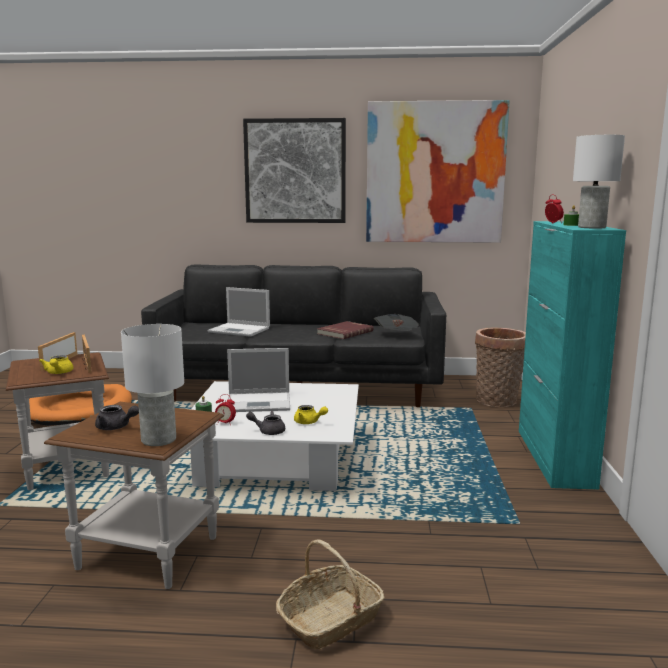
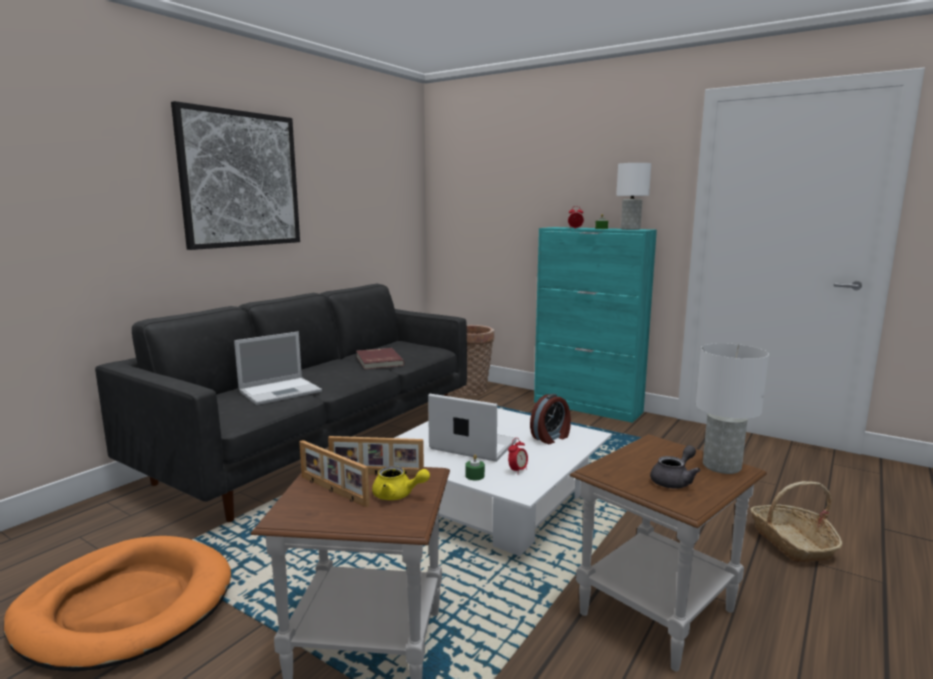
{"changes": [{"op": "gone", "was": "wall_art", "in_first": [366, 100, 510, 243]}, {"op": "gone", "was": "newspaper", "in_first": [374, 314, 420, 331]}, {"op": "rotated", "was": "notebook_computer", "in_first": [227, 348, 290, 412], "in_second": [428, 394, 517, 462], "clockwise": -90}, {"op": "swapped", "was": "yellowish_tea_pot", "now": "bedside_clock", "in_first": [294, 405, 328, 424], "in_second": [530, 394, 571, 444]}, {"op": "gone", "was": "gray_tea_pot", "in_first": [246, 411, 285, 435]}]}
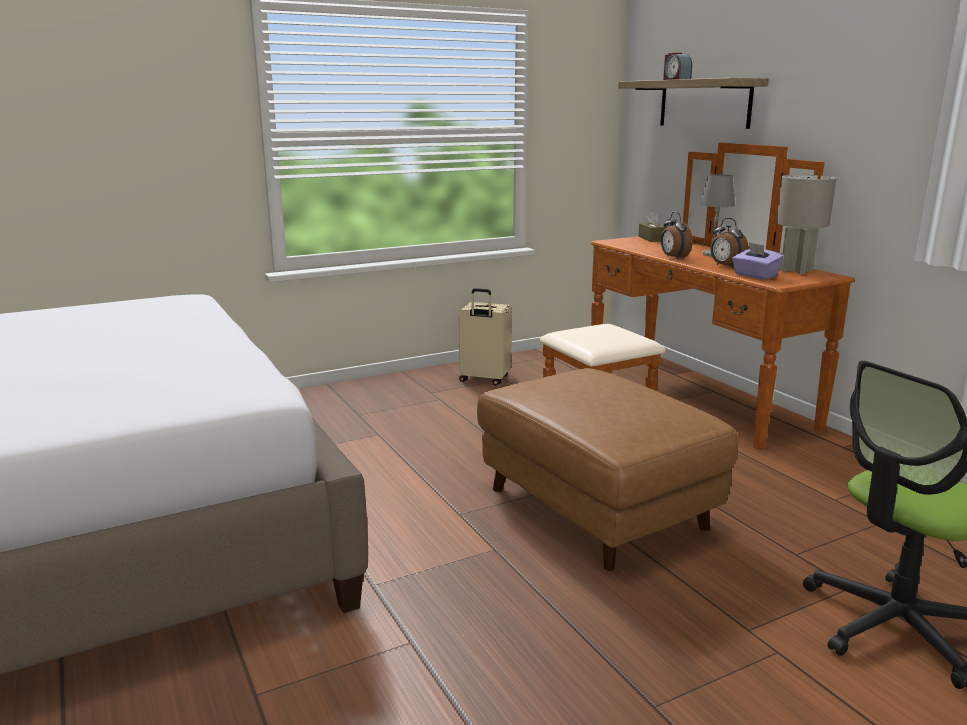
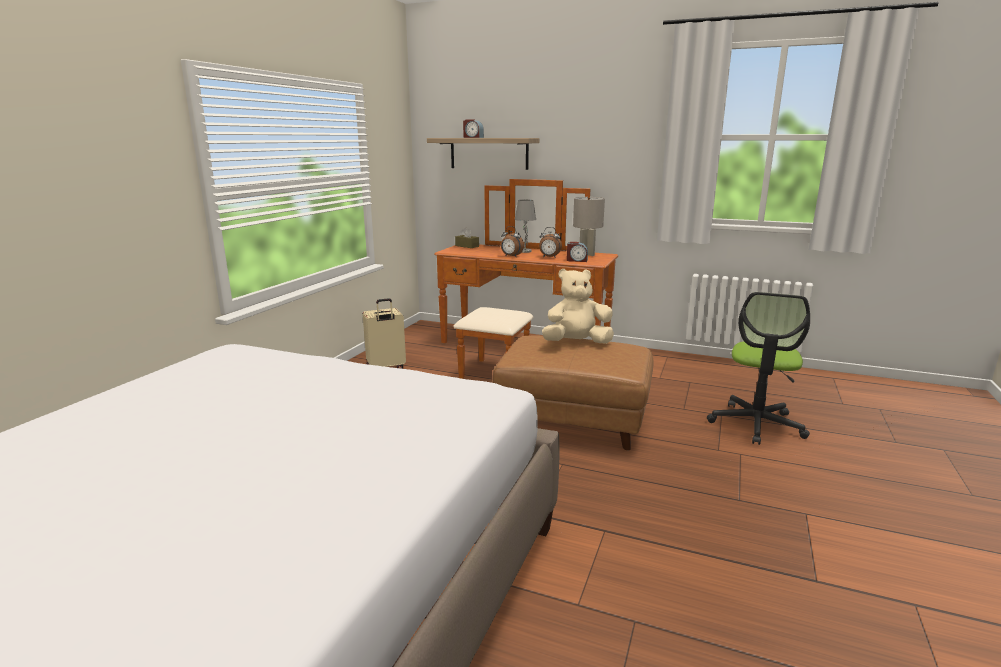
{"changes": [{"op": "swapped", "was": "purple-coloured_tissue_box", "now": "bedside_clock", "in_first": [732, 243, 784, 280], "in_second": [567, 242, 588, 262]}, {"op": "new", "now": "sand-coloured_soft_toy", "in_second": [542, 269, 614, 344]}]}
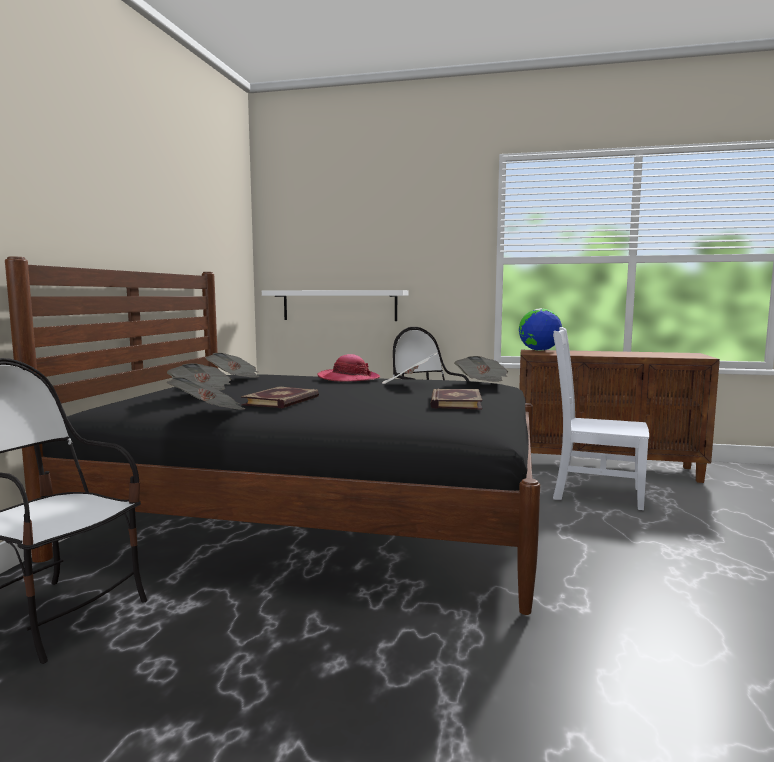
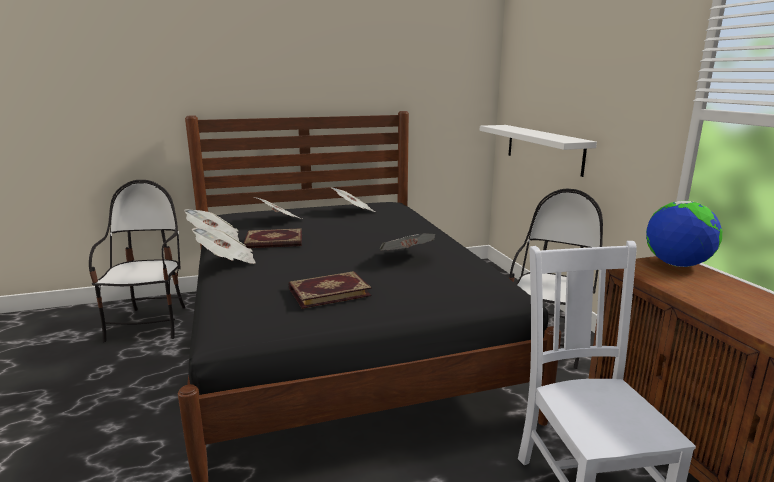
{"changes": [{"op": "gone", "was": "hat", "in_first": [317, 354, 380, 382]}, {"op": "shifted", "was": "newspaper", "in_first": [454, 356, 509, 382], "in_second": [192, 228, 256, 264]}]}
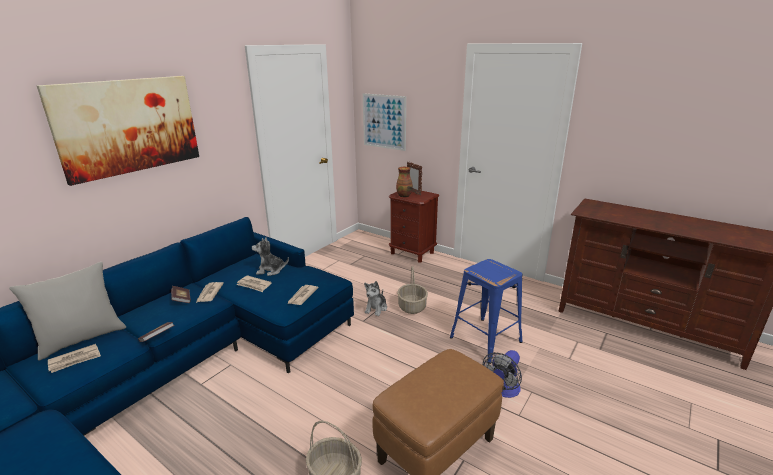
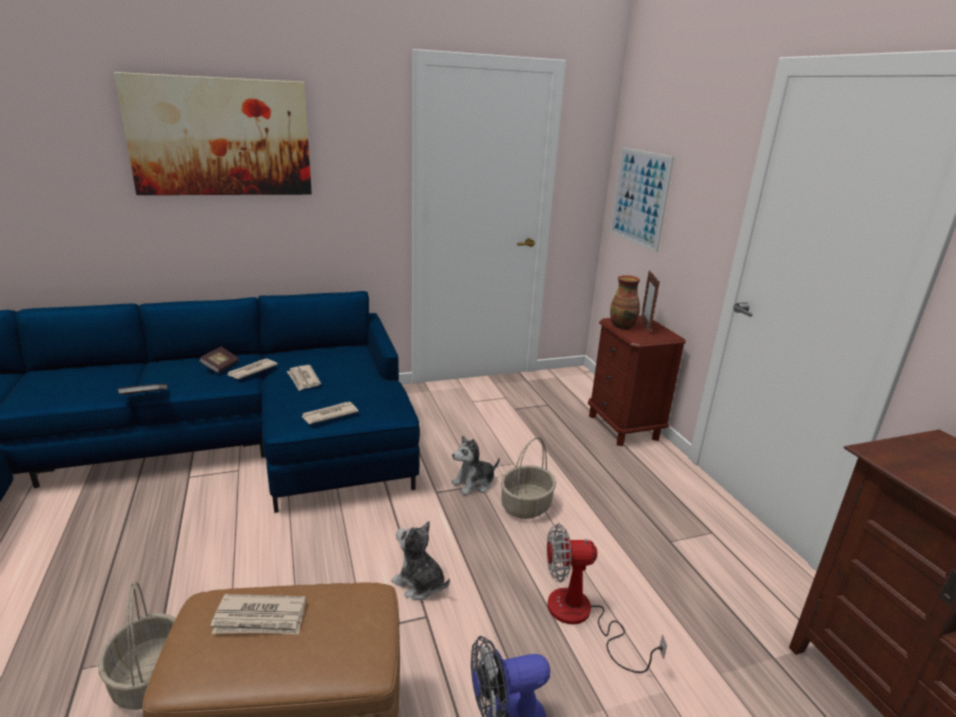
{"changes": [{"op": "shifted", "was": "soft_toy", "in_first": [252, 237, 289, 276], "in_second": [391, 521, 450, 600]}, {"op": "swapped", "was": "blue_stool", "now": "cooling_fan", "in_first": [450, 259, 522, 364], "in_second": [547, 523, 667, 673]}, {"op": "gone", "was": "gray_cushion", "in_first": [9, 262, 126, 360]}, {"op": "shifted", "was": "newspaper", "in_first": [48, 344, 101, 373], "in_second": [210, 594, 306, 634]}]}
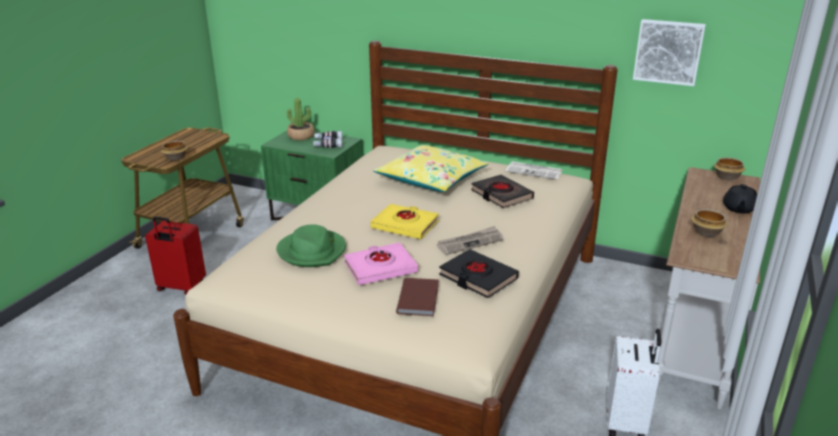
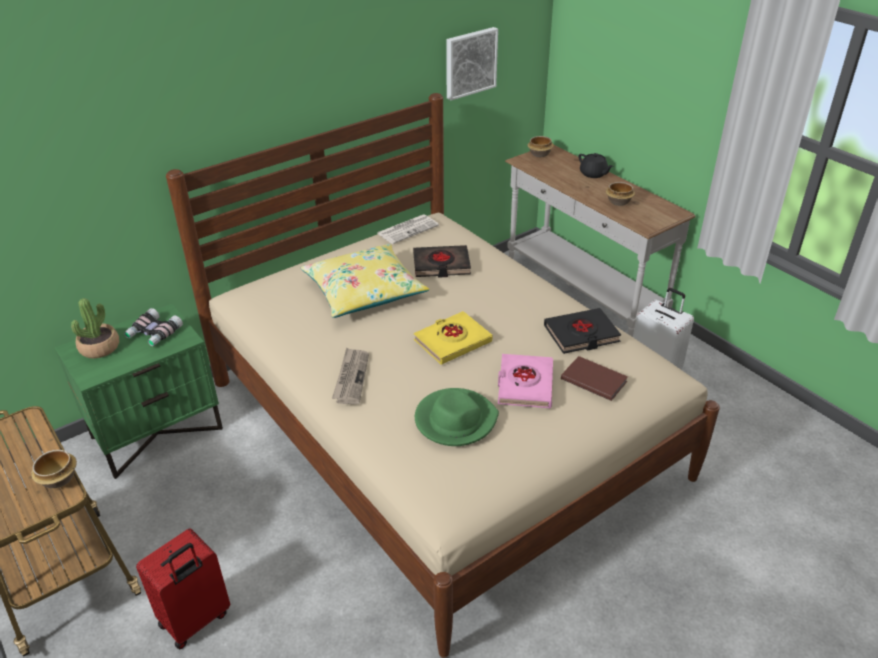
{"changes": [{"op": "shifted", "was": "newspaper", "in_first": [437, 226, 504, 255], "in_second": [332, 347, 369, 404]}]}
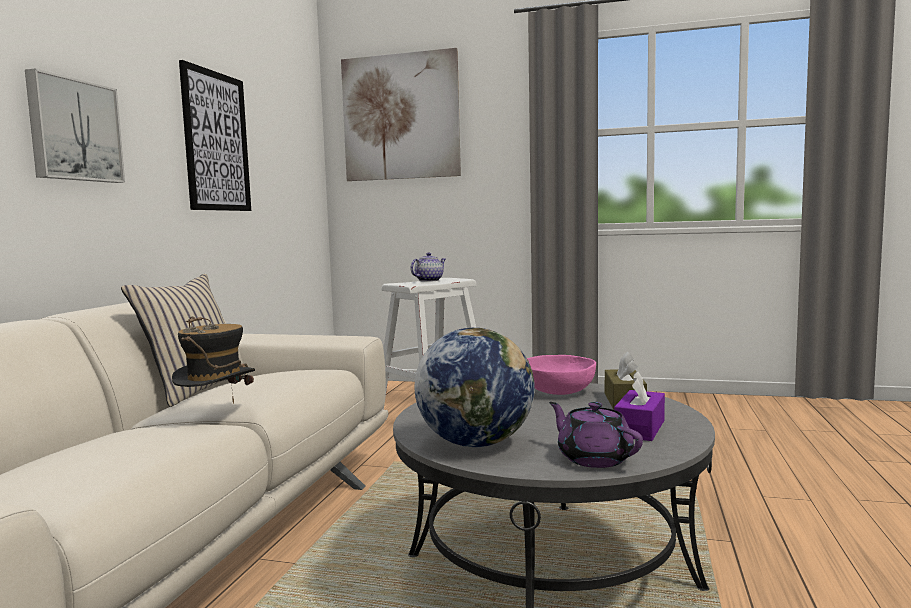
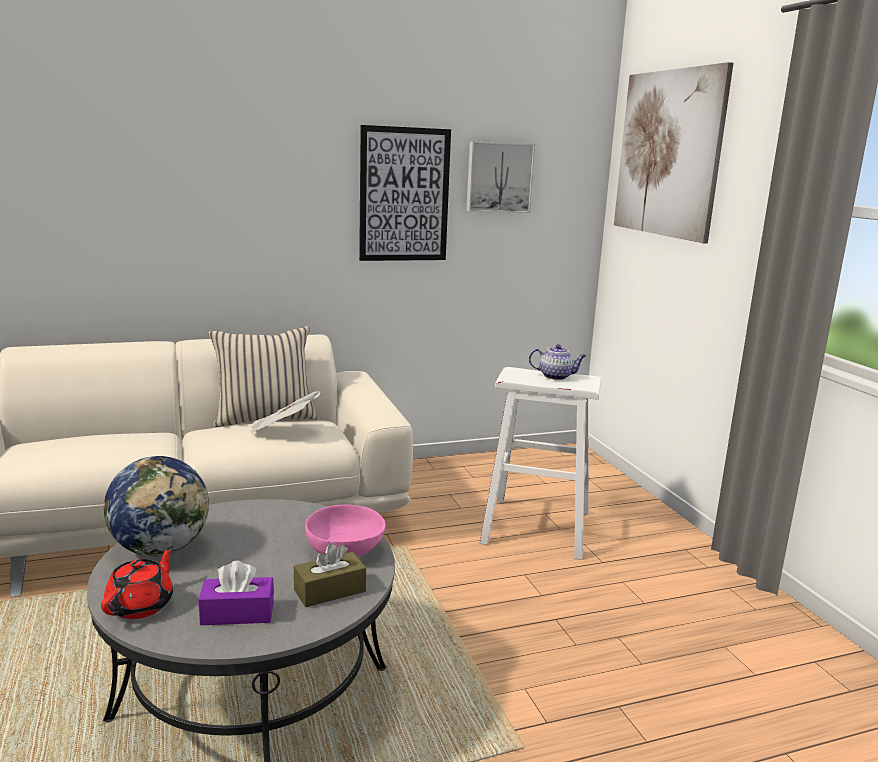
{"changes": [{"op": "shifted", "was": "wall_art", "in_first": [25, 68, 125, 183], "in_second": [466, 141, 535, 213]}, {"op": "gone", "was": "hat", "in_first": [172, 316, 255, 404]}, {"op": "repainted", "was": "purple-coloured_tea_pot", "now": "red_tea_pot", "in_first": [549, 402, 643, 468], "in_second": [101, 546, 174, 619]}, {"op": "new", "now": "newspaper", "in_second": [250, 391, 320, 434]}]}
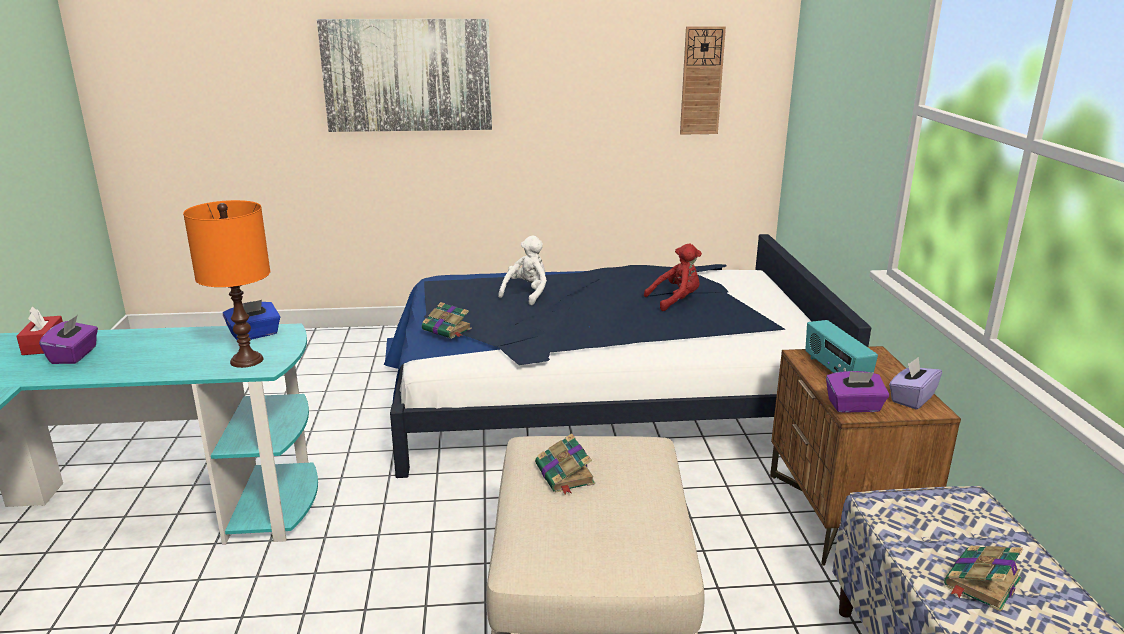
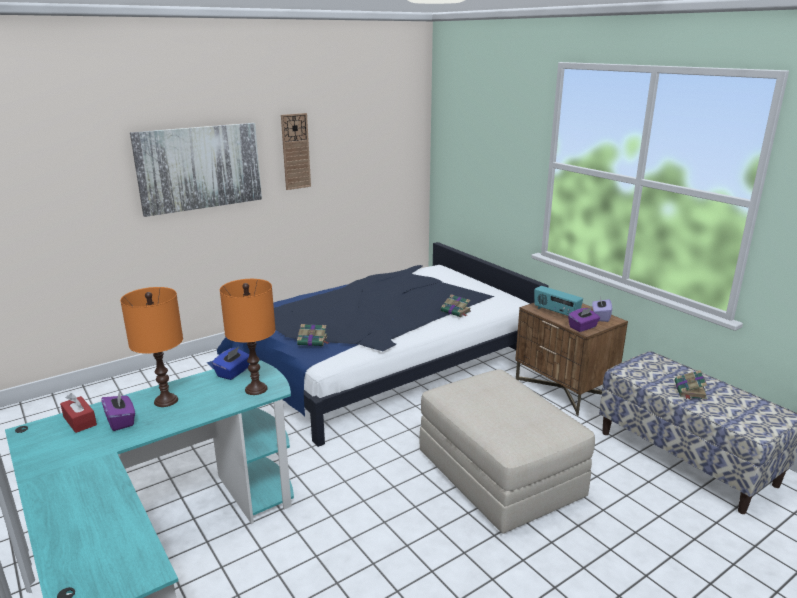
{"changes": [{"op": "shifted", "was": "hanging_clock", "in_first": [680, 26, 726, 135], "in_second": [281, 113, 311, 190]}, {"op": "gone", "was": "white-coloured_soft_toy", "in_first": [498, 235, 547, 306]}, {"op": "gone", "was": "red_soft_toy", "in_first": [644, 244, 702, 311]}, {"op": "shifted", "was": "book", "in_first": [535, 434, 595, 494], "in_second": [441, 294, 471, 317]}, {"op": "new", "now": "orange-coloured_table_lamp", "in_second": [120, 287, 183, 407]}]}
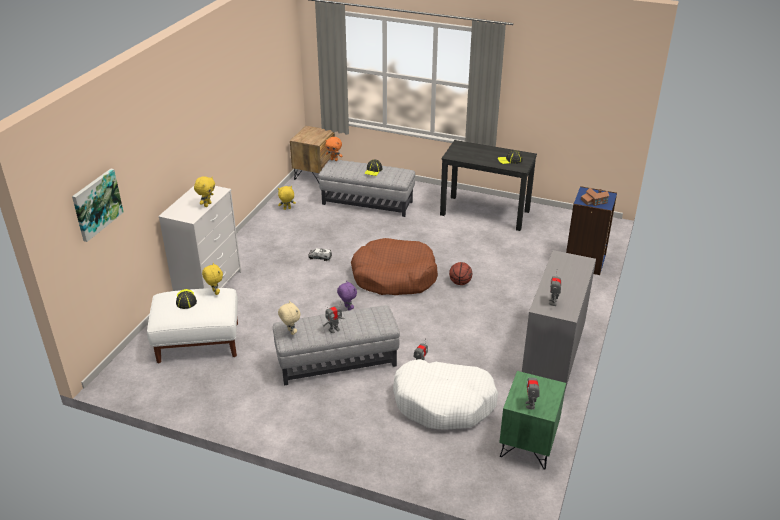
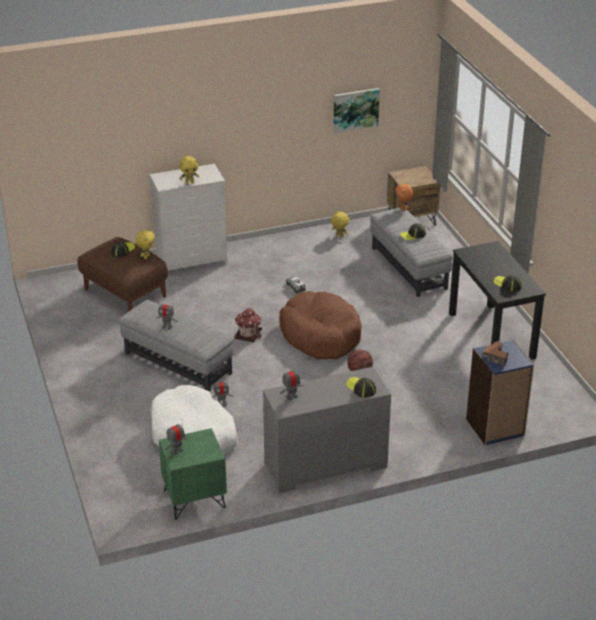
{"changes": [{"op": "shifted", "was": "wall_art", "in_first": [72, 169, 124, 242], "in_second": [333, 88, 380, 133]}, {"op": "swapped", "was": "purple-coloured_soft_toy", "now": "miniature_house", "in_first": [337, 280, 357, 311], "in_second": [235, 308, 262, 342]}, {"op": "repainted", "was": "white-coloured_footrest", "now": "brown-coloured_footrest", "in_first": [147, 288, 238, 363], "in_second": [78, 237, 168, 312]}, {"op": "gone", "was": "sand-coloured_soft_toy", "in_first": [278, 301, 301, 335]}, {"op": "new", "now": "cap", "in_second": [346, 377, 376, 398]}]}
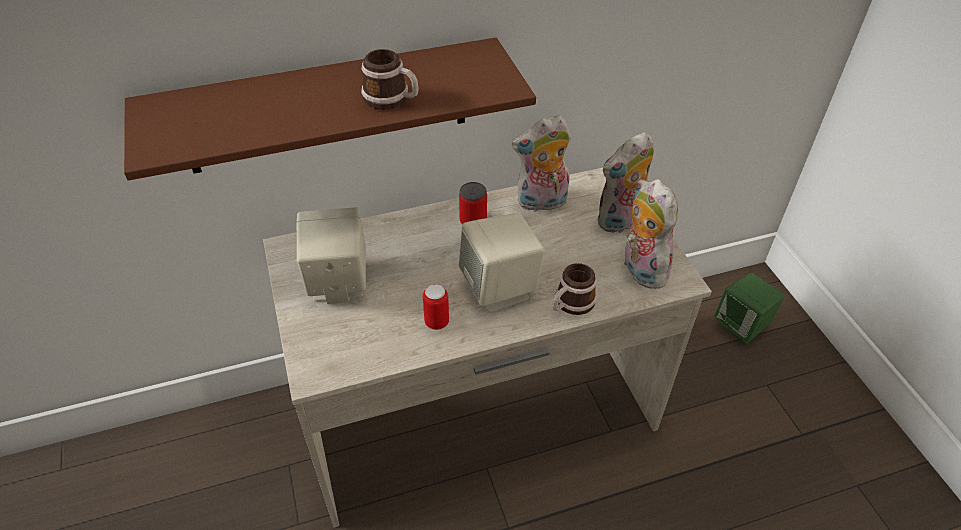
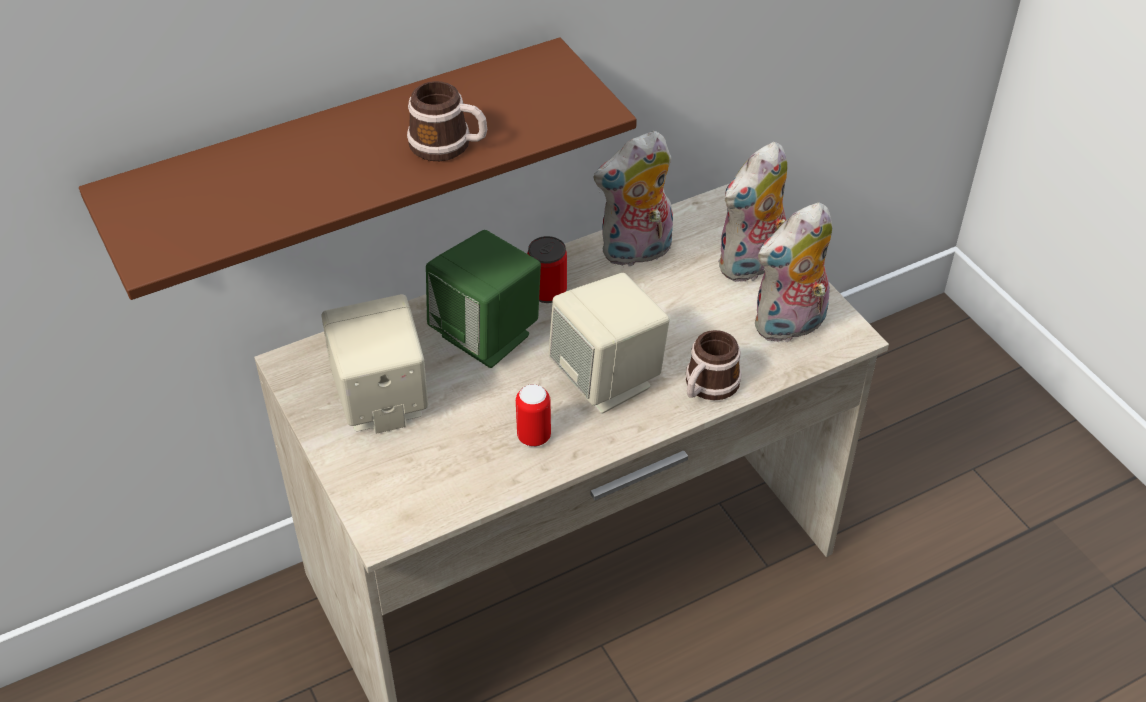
{"changes": [{"op": "rotated", "was": "soft_toy", "in_first": [624, 179, 678, 289], "in_second": [755, 202, 833, 342], "clockwise": -90}, {"op": "shifted", "was": "green_audio_speaker", "in_first": [715, 273, 785, 344], "in_second": [426, 230, 541, 368]}]}
